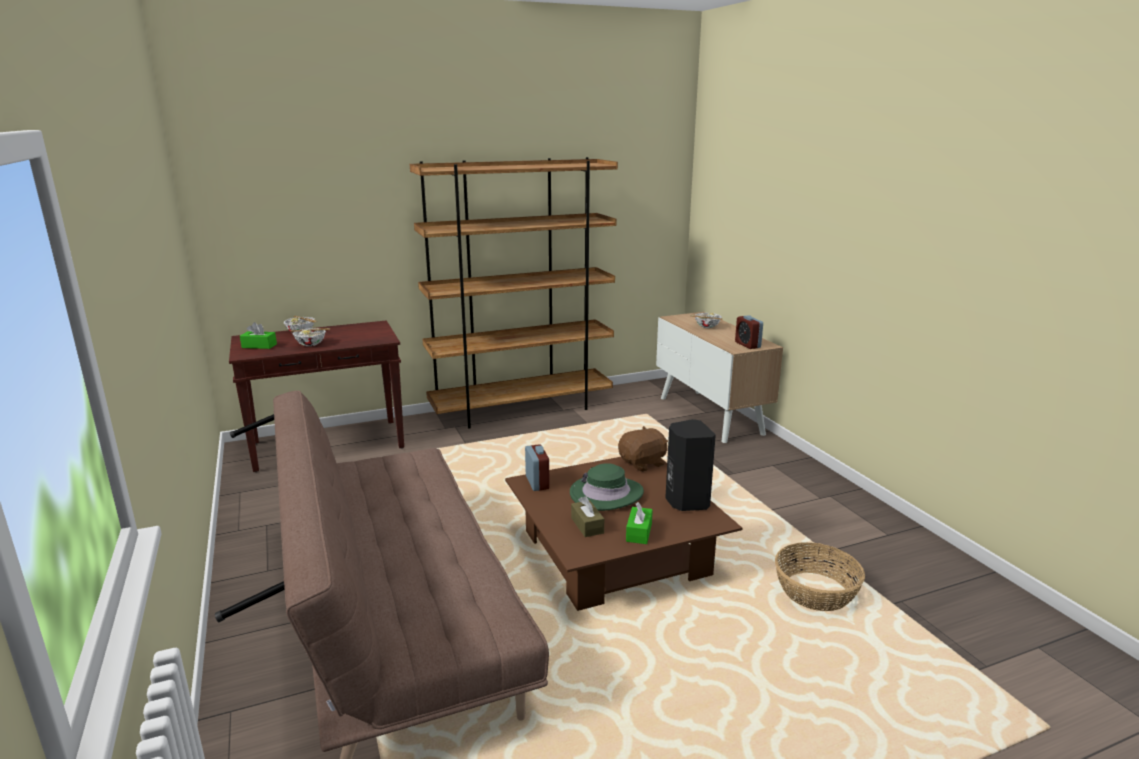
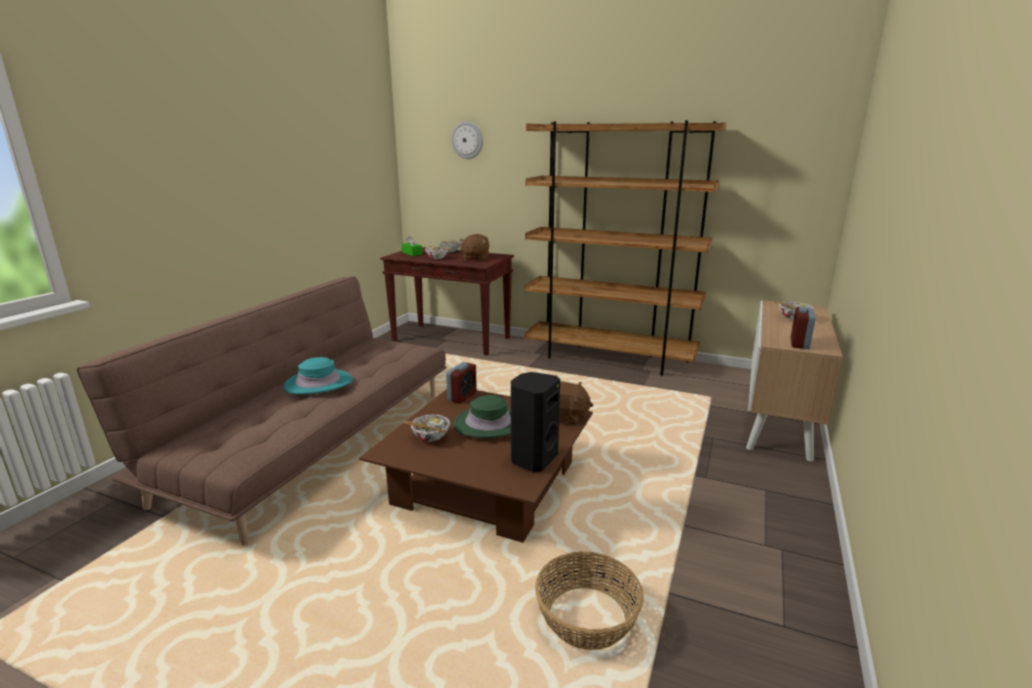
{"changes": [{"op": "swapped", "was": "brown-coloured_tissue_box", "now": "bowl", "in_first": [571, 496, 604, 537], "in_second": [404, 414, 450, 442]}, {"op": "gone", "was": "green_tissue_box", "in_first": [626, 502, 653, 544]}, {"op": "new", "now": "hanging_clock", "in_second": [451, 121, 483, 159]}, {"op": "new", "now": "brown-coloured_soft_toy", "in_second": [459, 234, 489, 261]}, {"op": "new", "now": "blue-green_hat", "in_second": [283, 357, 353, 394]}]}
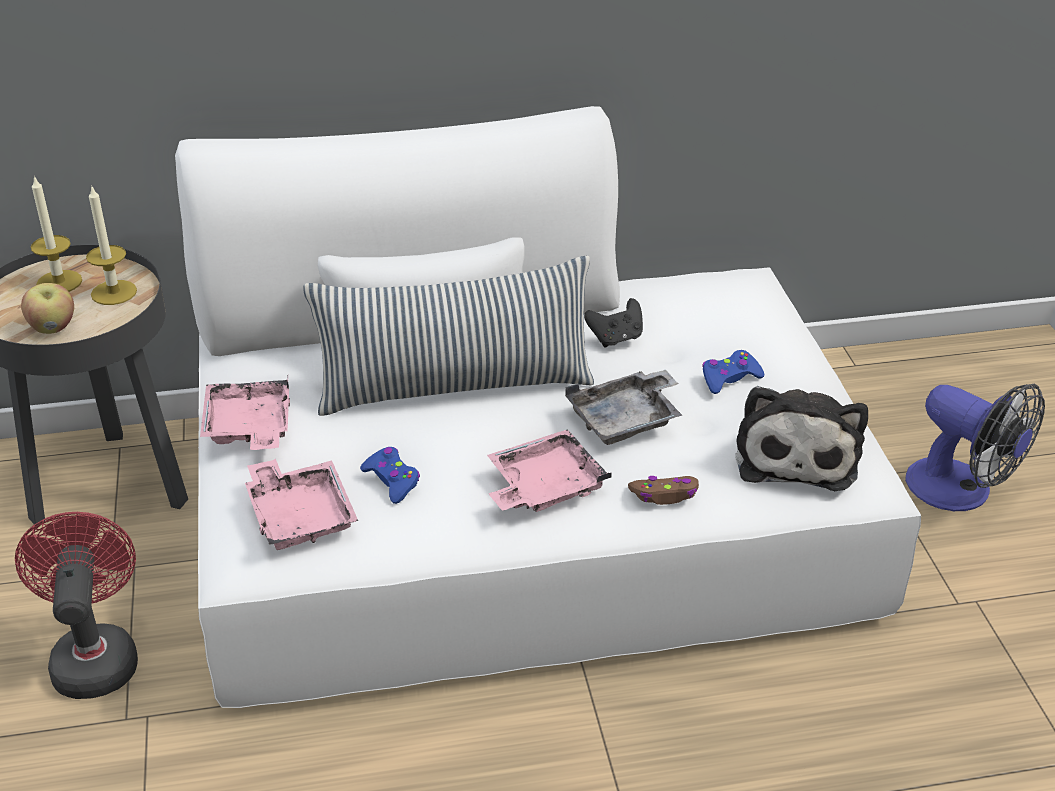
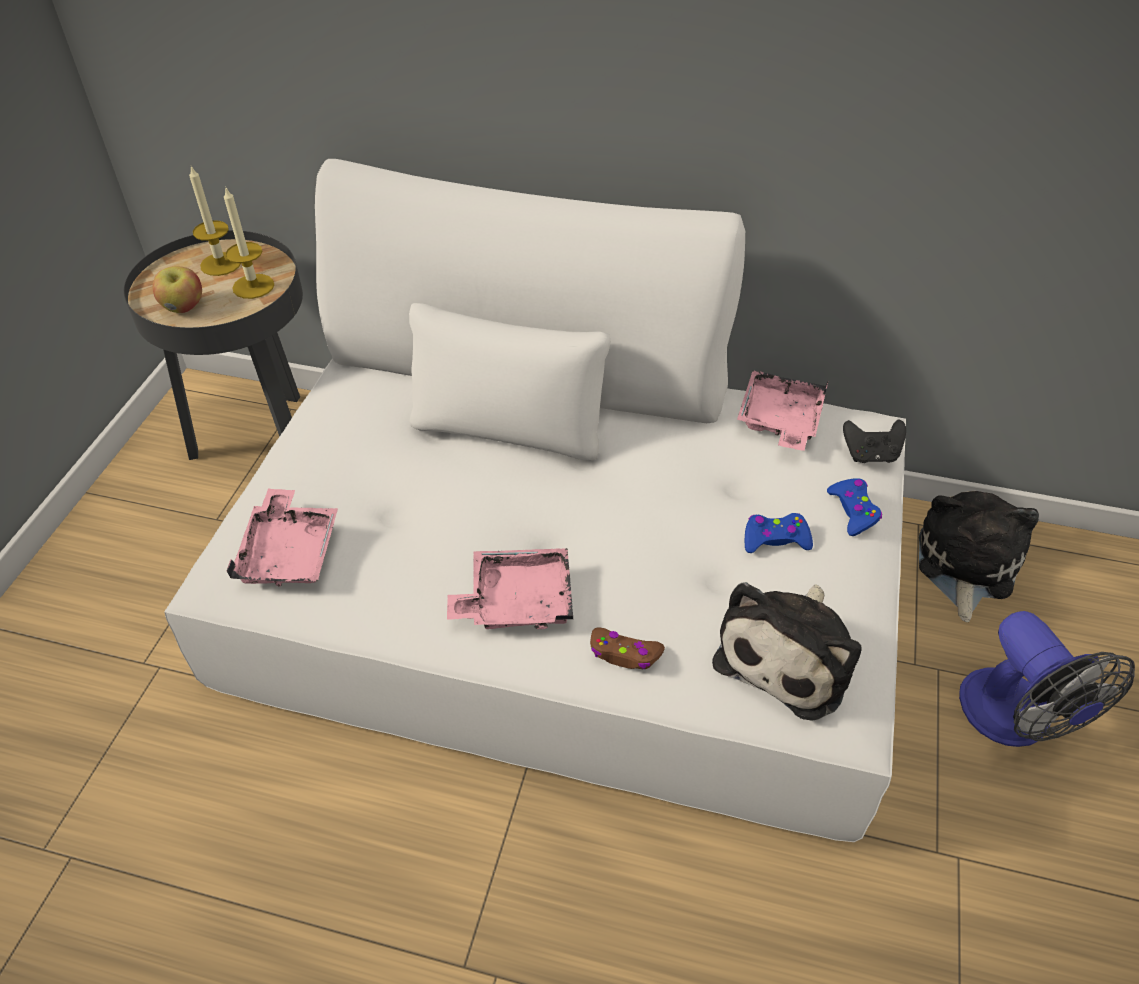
{"changes": [{"op": "gone", "was": "cushion", "in_first": [303, 256, 594, 416]}, {"op": "shifted", "was": "black-coloured_game_controller", "in_first": [584, 298, 643, 347], "in_second": [843, 419, 906, 463]}, {"op": "gone", "was": "gray_carrying_tray", "in_first": [565, 370, 682, 445]}, {"op": "shifted", "was": "pink_carrying_tray", "in_first": [200, 376, 290, 450], "in_second": [737, 370, 828, 451]}, {"op": "shifted", "was": "blue_game_controller", "in_first": [360, 447, 420, 504], "in_second": [827, 478, 882, 536]}, {"op": "gone", "was": "red_cooling_fan", "in_first": [15, 512, 138, 699]}, {"op": "new", "now": "soft_toy", "in_second": [919, 491, 1039, 622]}]}
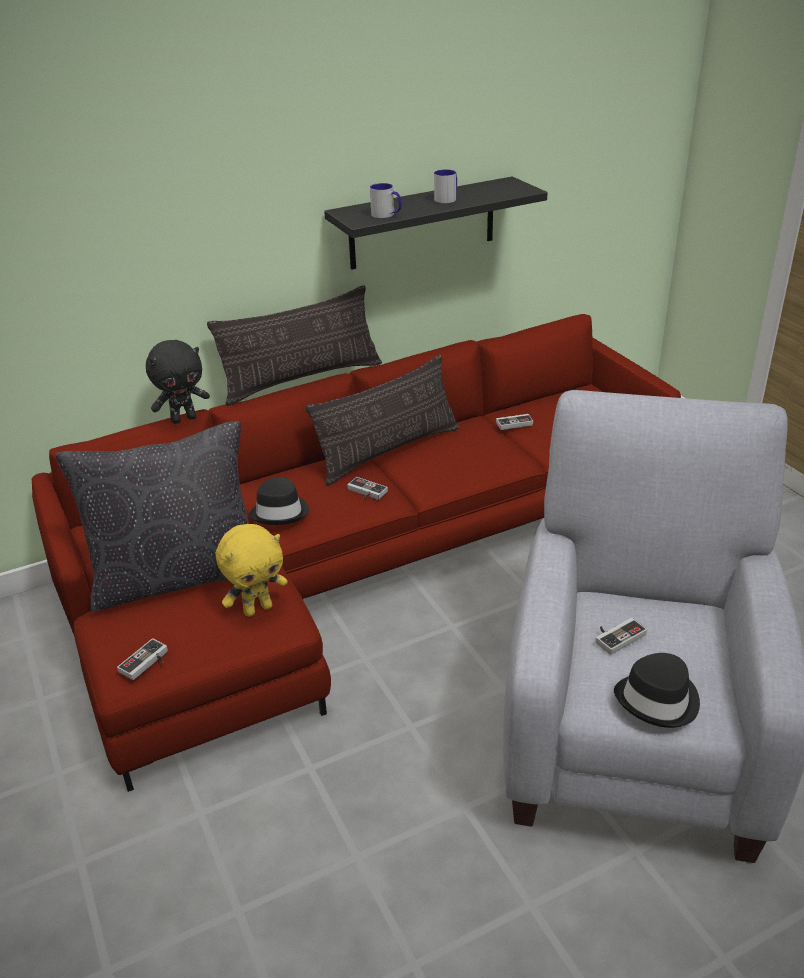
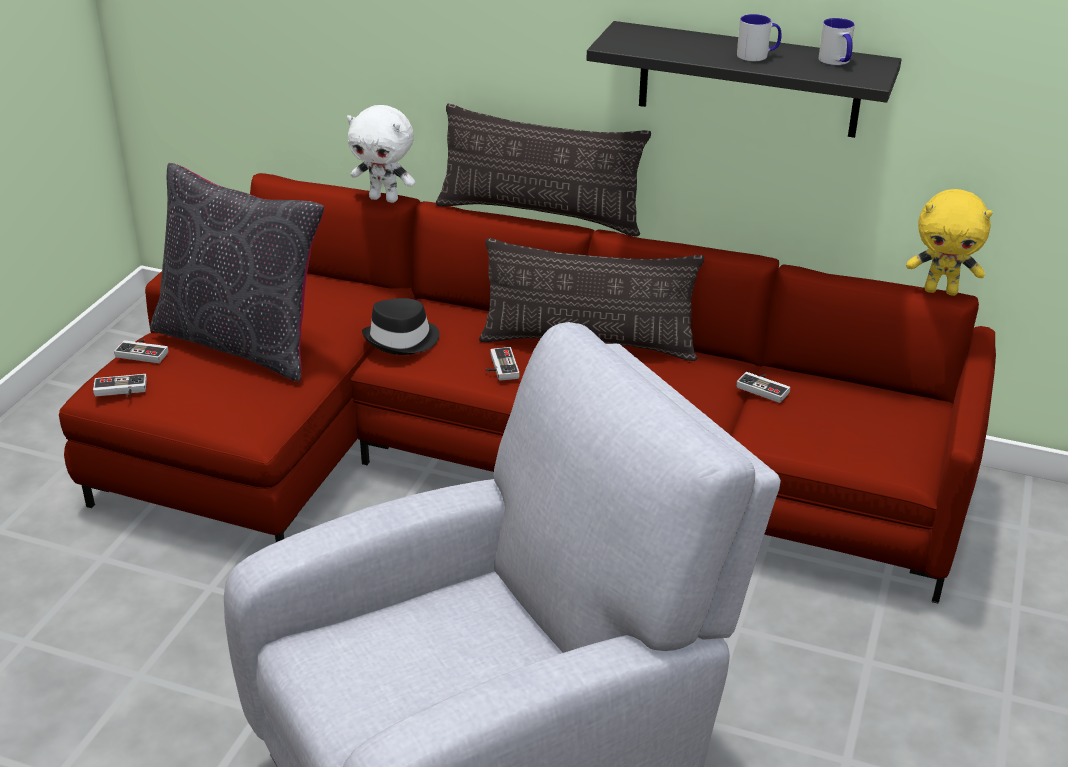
{"changes": [{"op": "shifted", "was": "tea_mug", "in_first": [370, 183, 402, 218], "in_second": [819, 18, 855, 65]}, {"op": "repainted", "was": "black-coloured_soft_toy", "now": "white-coloured_soft_toy", "in_first": [146, 340, 210, 424], "in_second": [347, 105, 415, 203]}, {"op": "shifted", "was": "yellowish_soft_toy", "in_first": [216, 524, 288, 617], "in_second": [906, 189, 993, 296]}, {"op": "shifted", "was": "game_controller", "in_first": [596, 618, 647, 655], "in_second": [114, 339, 168, 363]}, {"op": "gone", "was": "black-coloured_hat", "in_first": [614, 653, 700, 728]}]}
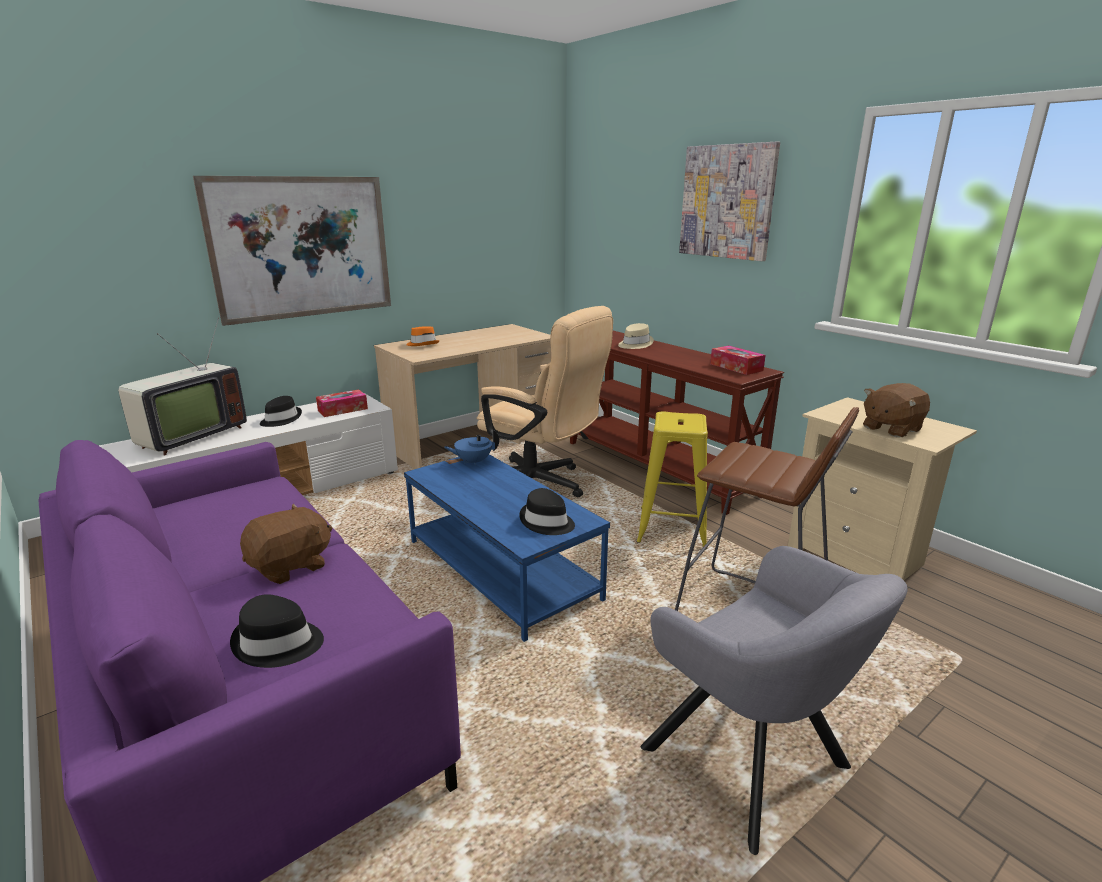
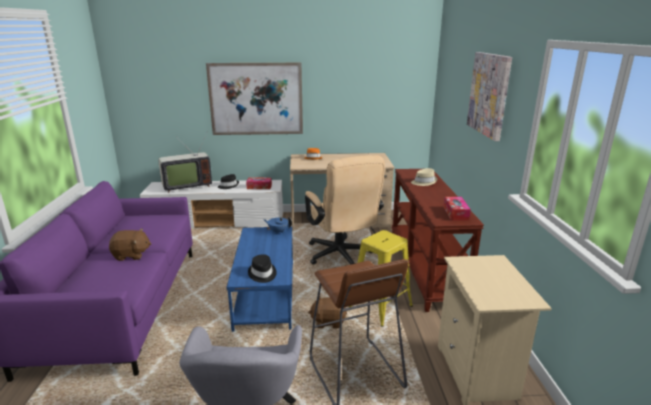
{"changes": [{"op": "shifted", "was": "brown-coloured_soft_toy", "in_first": [863, 383, 930, 437], "in_second": [308, 296, 347, 328]}, {"op": "gone", "was": "black-coloured_hat", "in_first": [230, 594, 324, 668]}]}
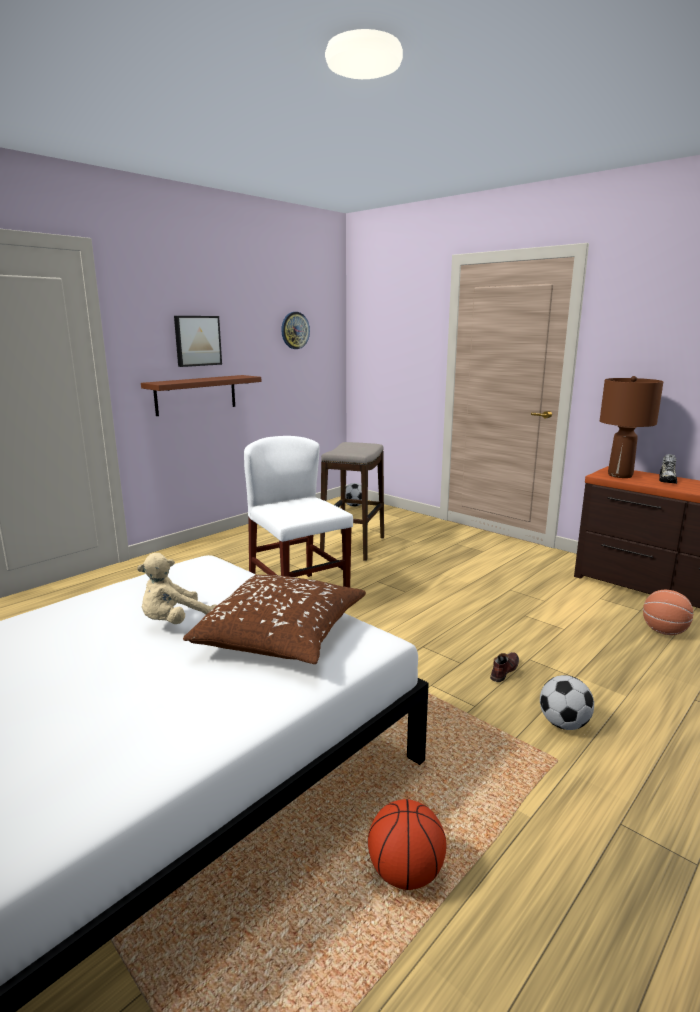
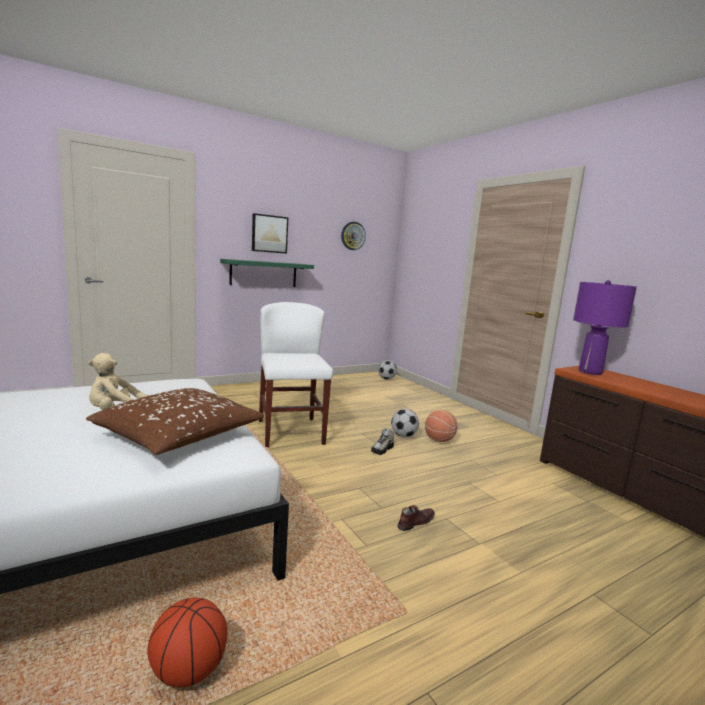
{"changes": [{"op": "repainted", "was": "brown-coloured_wall_shelf", "now": "green_wall_shelf", "in_first": [141, 375, 261, 416], "in_second": [220, 259, 314, 287]}, {"op": "repainted", "was": "brown-coloured_table_lamp", "now": "purple-coloured_table_lamp", "in_first": [600, 376, 663, 478], "in_second": [573, 280, 637, 375]}, {"op": "gone", "was": "stool", "in_first": [320, 442, 384, 561]}, {"op": "shifted", "was": "low_shoe", "in_first": [659, 454, 677, 484], "in_second": [371, 428, 394, 455]}, {"op": "shifted", "was": "ball_for_basketball", "in_first": [643, 590, 693, 635], "in_second": [425, 410, 458, 442]}, {"op": "shifted", "was": "football", "in_first": [540, 675, 594, 730], "in_second": [391, 409, 419, 437]}]}
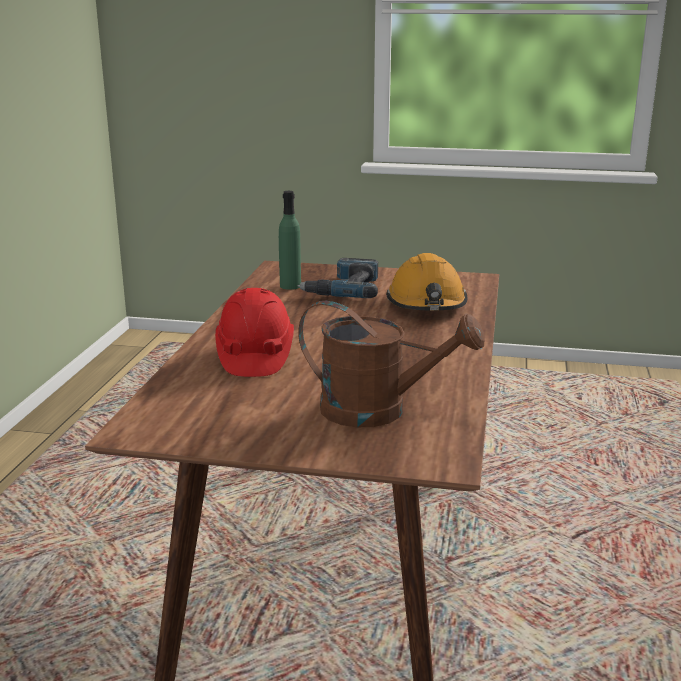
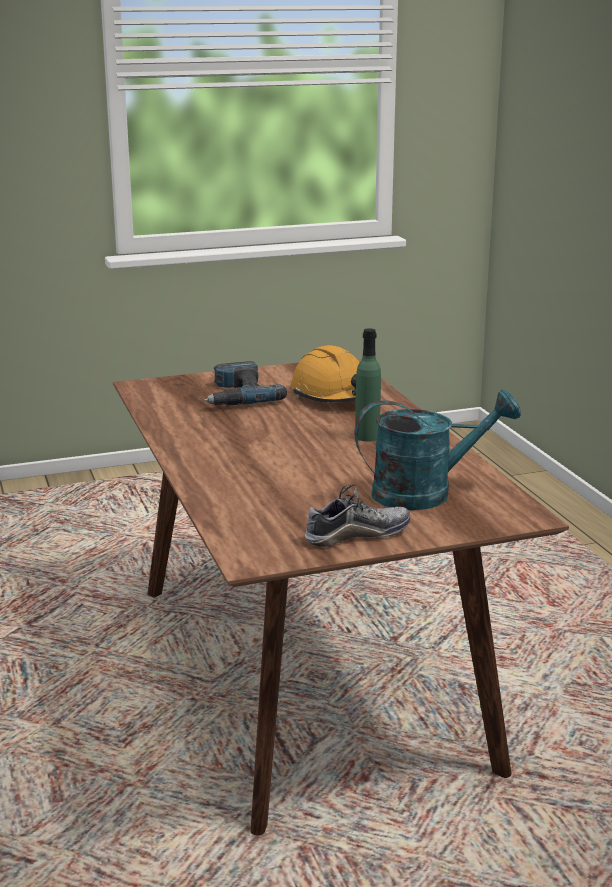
{"changes": [{"op": "shifted", "was": "green_bottle", "in_first": [279, 191, 301, 290], "in_second": [355, 328, 381, 441]}, {"op": "gone", "was": "red_work_helmet", "in_first": [215, 288, 294, 377]}, {"op": "repainted", "was": "brown-coloured_watering_pot", "now": "blue-green_watering_pot", "in_first": [298, 301, 484, 427], "in_second": [354, 390, 521, 510]}, {"op": "new", "now": "low_shoe", "in_second": [305, 485, 410, 547]}]}
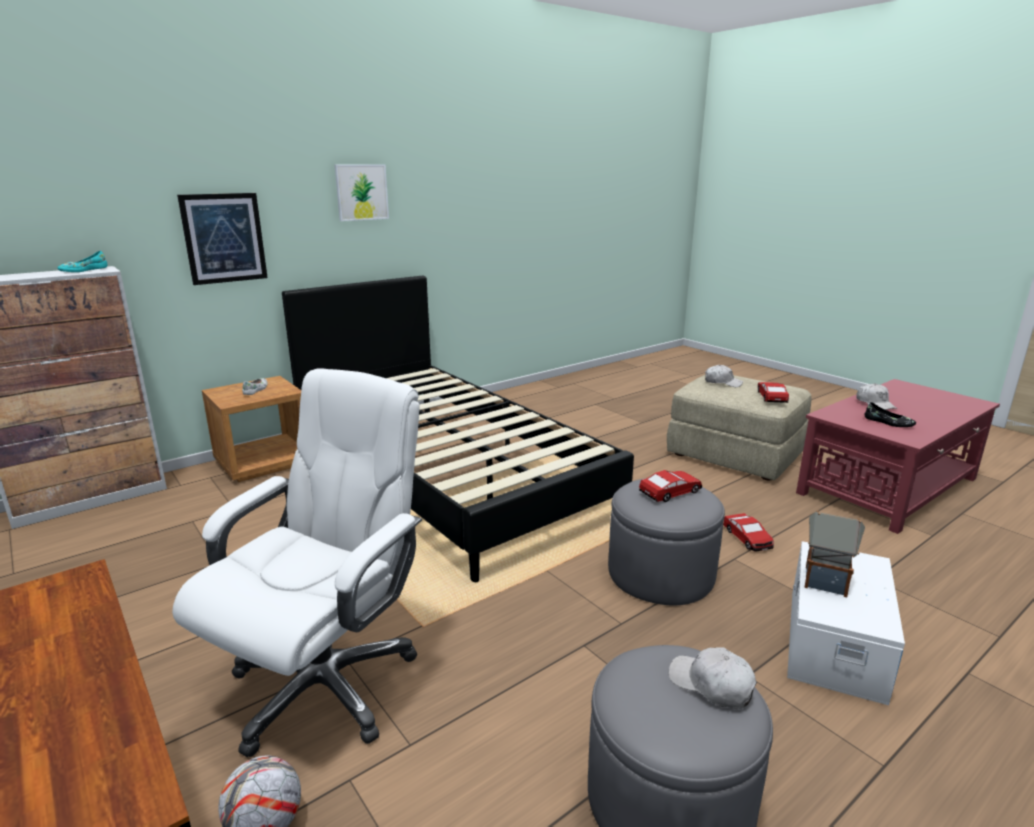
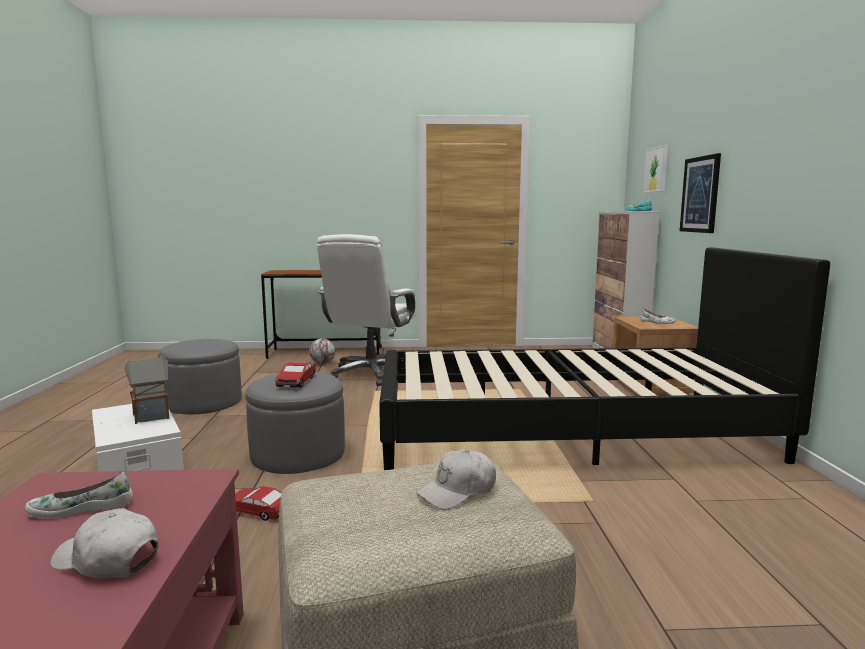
{"changes": [{"op": "shifted", "was": "wall_art", "in_first": [335, 165, 389, 221], "in_second": [644, 145, 668, 193]}, {"op": "rotated", "was": "white-coloured_office_chair", "in_first": [172, 368, 422, 757], "in_second": [317, 234, 416, 386], "clockwise": 45}, {"op": "gone", "was": "model_car", "in_first": [757, 382, 789, 403]}, {"op": "repainted", "was": "black-coloured_low_shoe", "now": "white-coloured_low_shoe", "in_first": [864, 402, 916, 427], "in_second": [25, 472, 133, 519]}, {"op": "gone", "was": "white-coloured_cap", "in_first": [668, 647, 757, 709]}]}
